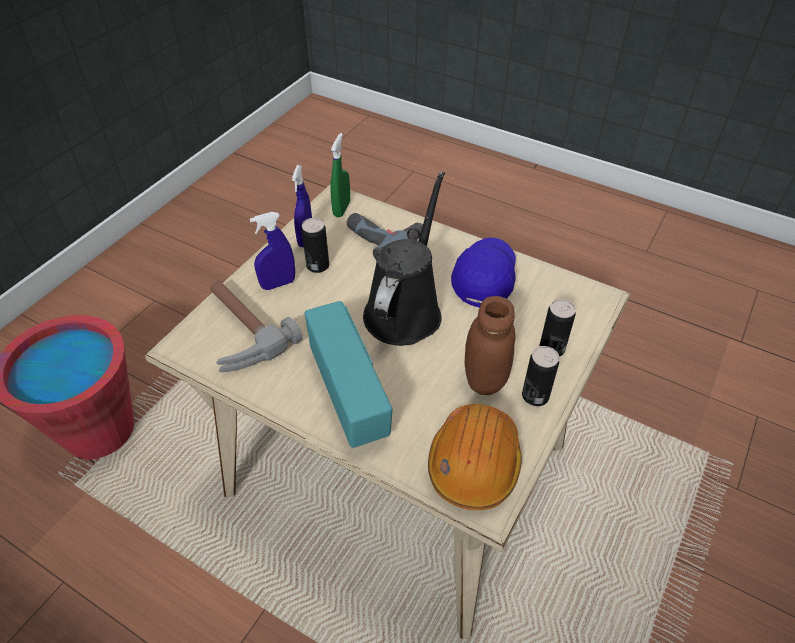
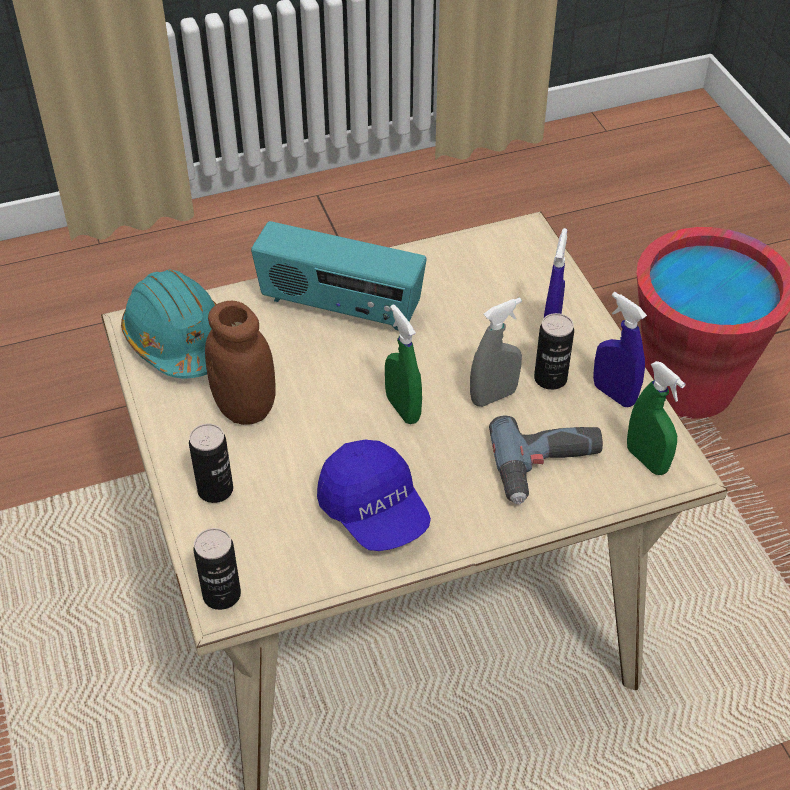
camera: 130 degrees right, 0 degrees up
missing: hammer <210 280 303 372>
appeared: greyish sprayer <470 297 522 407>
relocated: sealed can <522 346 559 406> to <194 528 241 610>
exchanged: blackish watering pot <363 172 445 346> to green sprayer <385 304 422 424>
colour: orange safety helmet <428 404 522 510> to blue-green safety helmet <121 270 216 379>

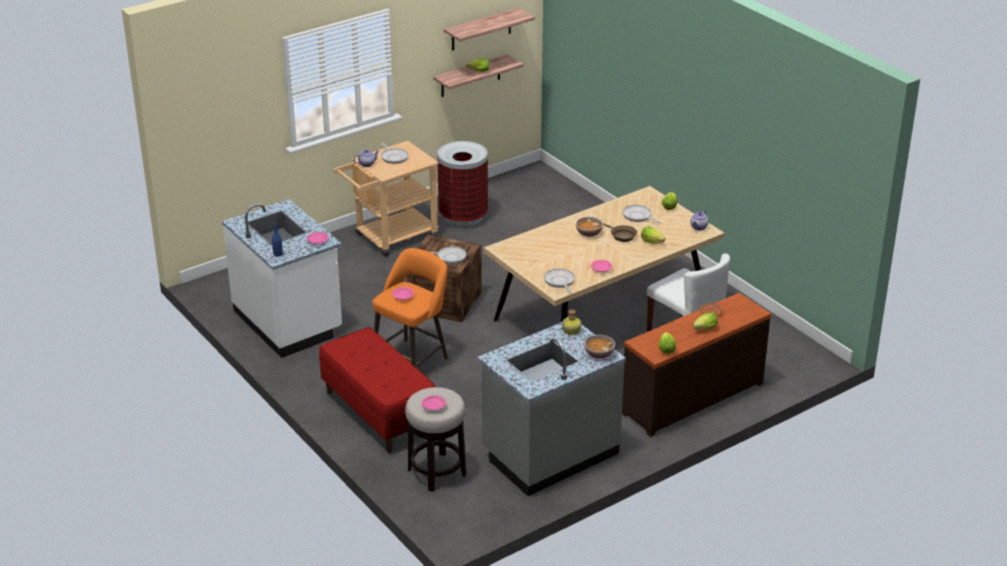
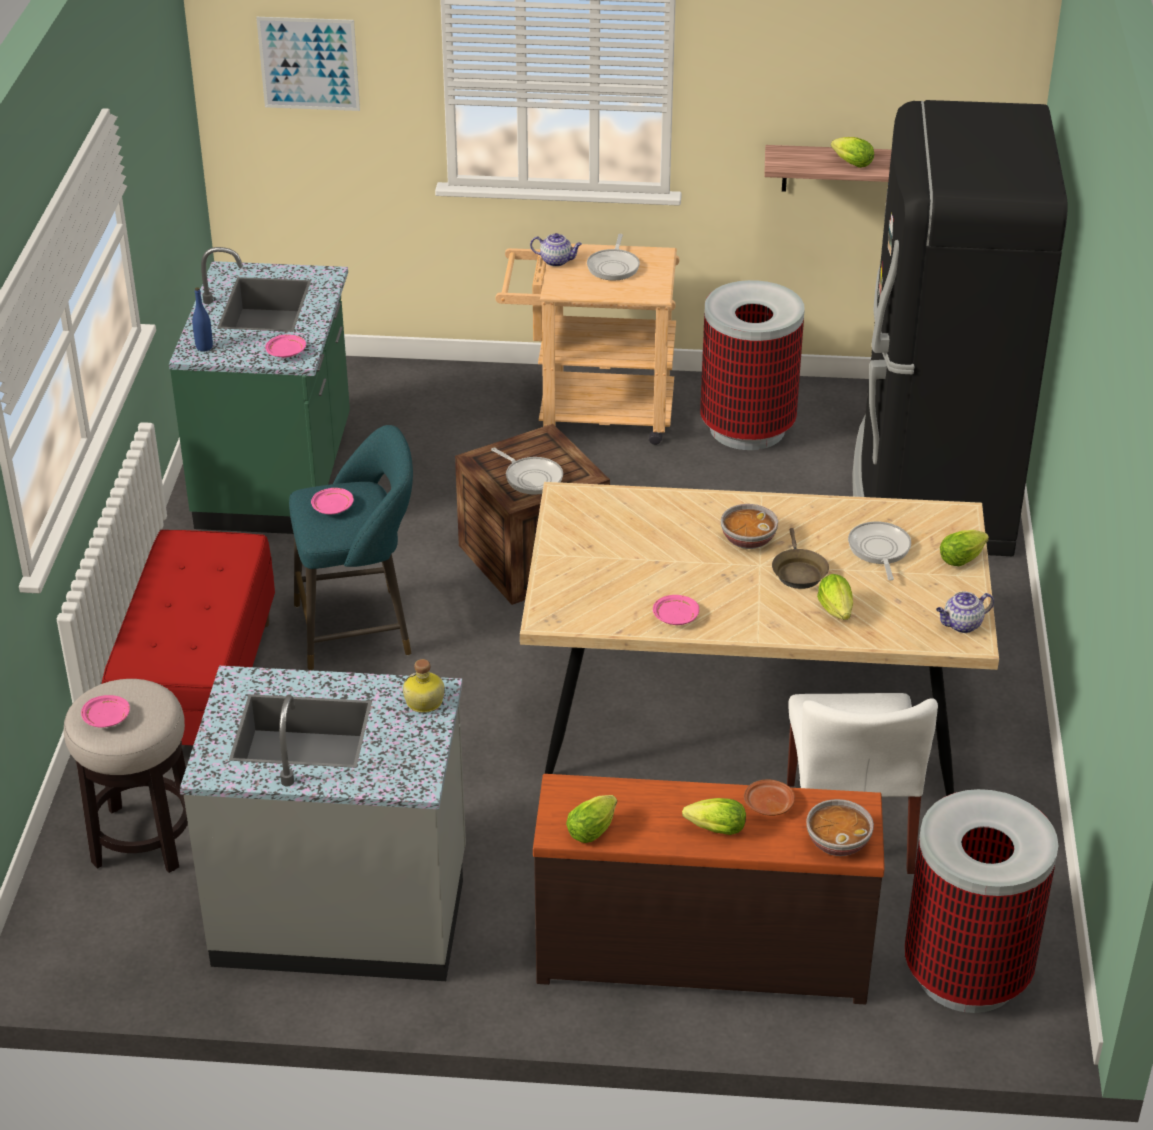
camera: 40 degrees right, 5 degrees up
missing: bracket shelf <444 8 535 51>; skillet <544 269 575 293>
appeared: wall picture <256 17 360 111>; blackish fridge <852 100 1067 556>; trash can <904 789 1058 1013>
relocated: serving bowl <584 335 615 359> to <806 799 874 856>
colour: white-coloured kitchen base unit <222 199 342 358> to green kitchen base unit <169 247 350 534>; orange stool seat <373 248 448 367> to blue-green stool seat <289 425 413 670>

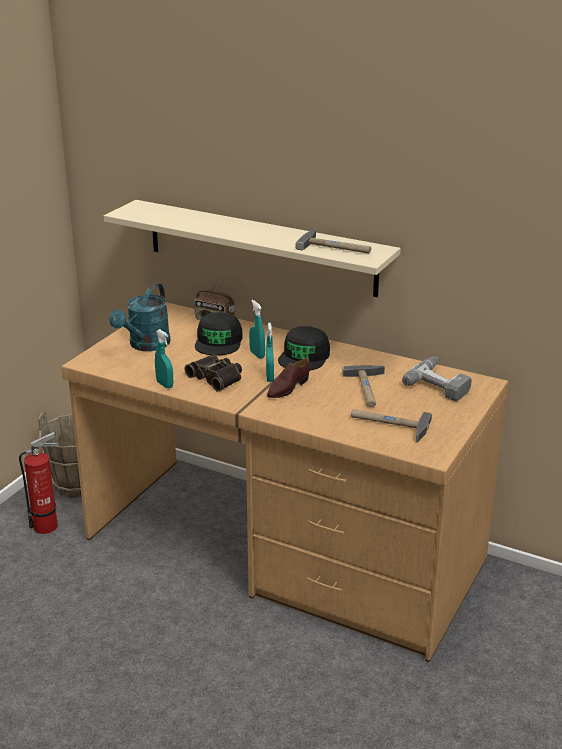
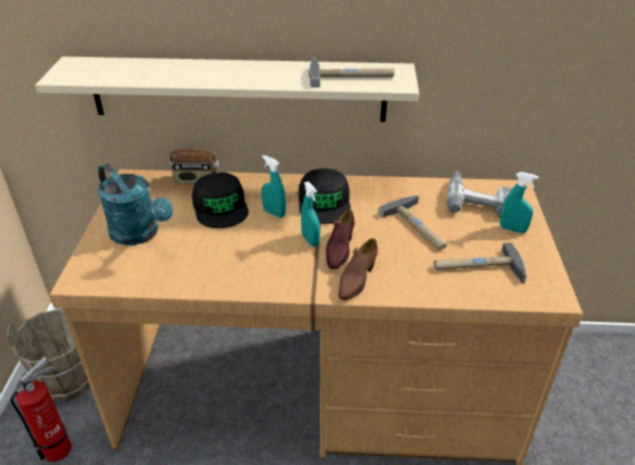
camera: 25 degrees left, 10 degrees up
missing: pair of binoculars <185 354 242 391>
appeared: brown shoe <339 238 378 300>
relocated: blue-green sprayer <155 329 173 389> to <500 172 539 233>
spun: blue-green watering pot <109 283 171 351> = <98 164 173 245> 45 degrees counterclockwise

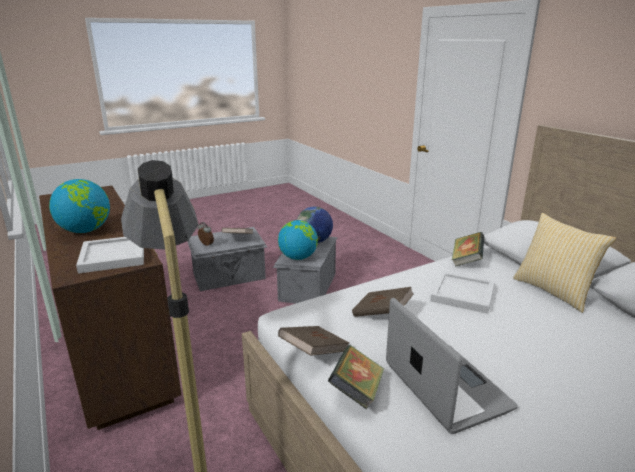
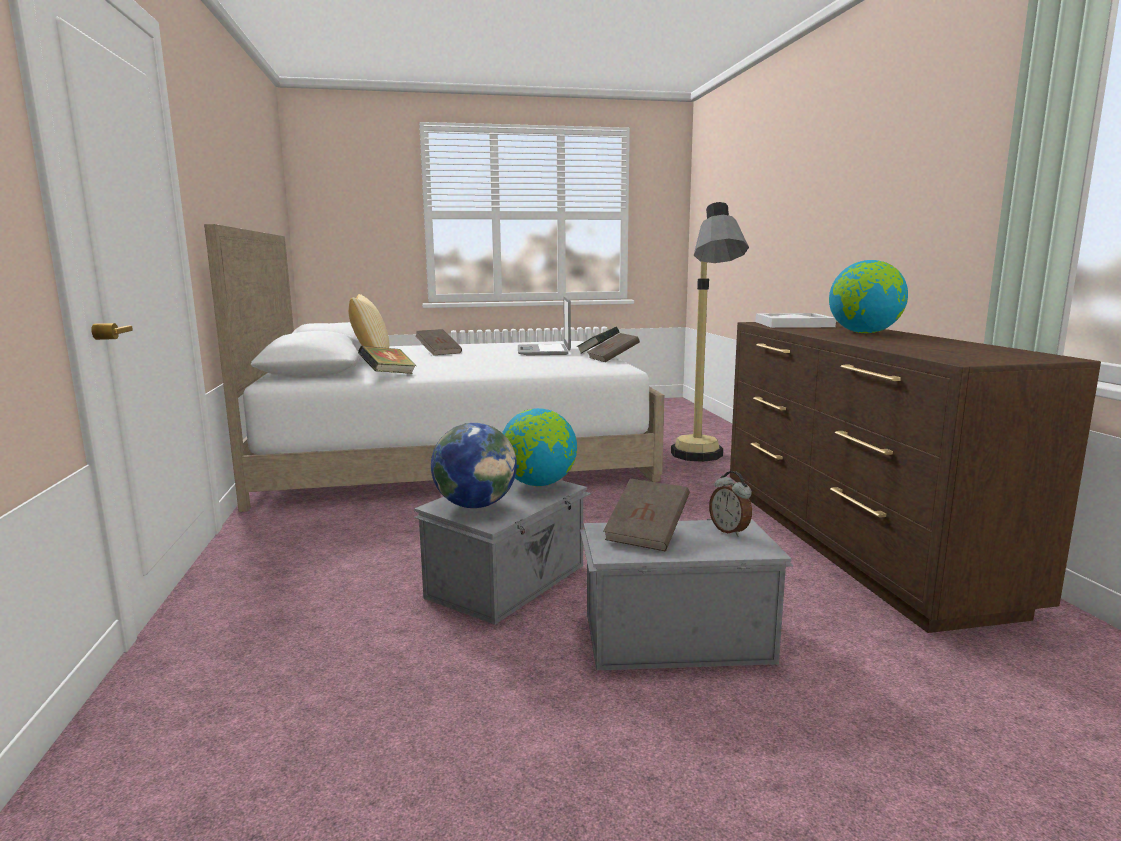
camera: 160 degrees left, 10 degrees down
missing: white-coloured serving tray <430 271 495 314>
relocated: brown bound book <352 287 414 317> to <415 329 462 356>

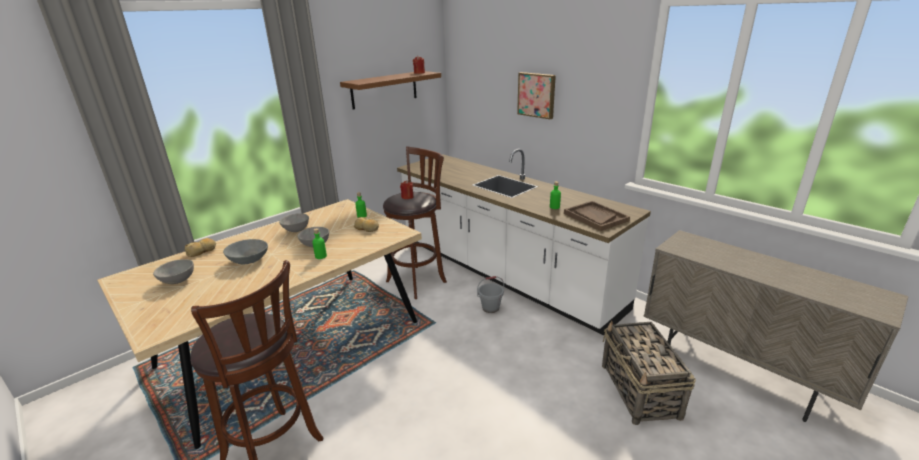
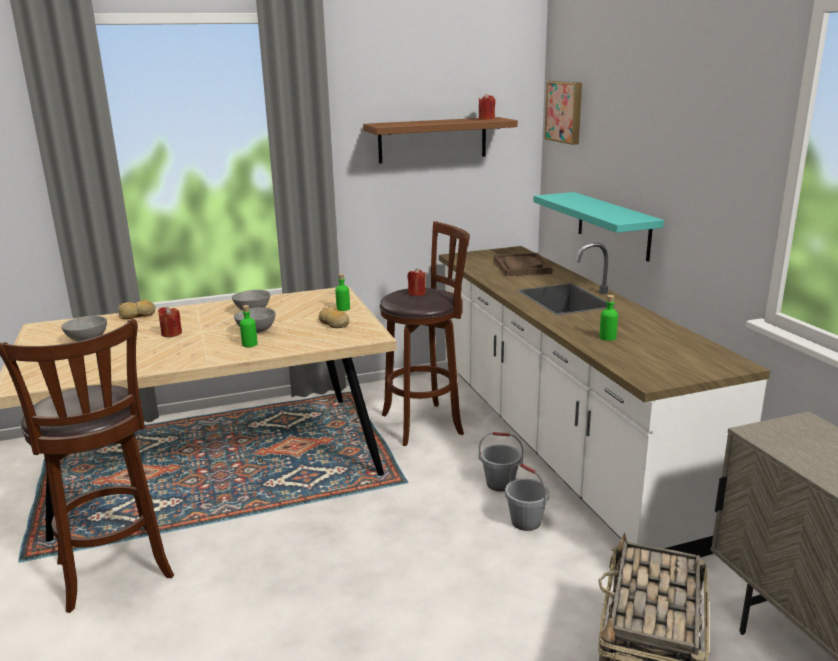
camera: 25 degrees right, 5 degrees down
appeared: greyish pail <505 464 550 531>; blue-green bracket shelf <533 192 664 261>
relocated: wall picture <517 72 556 119> to <544 81 582 145>; brown serving tray <564 201 630 231> to <494 253 553 276>
exchanged: greyish serving bowl <223 239 268 264> to red wax light <158 307 182 337>

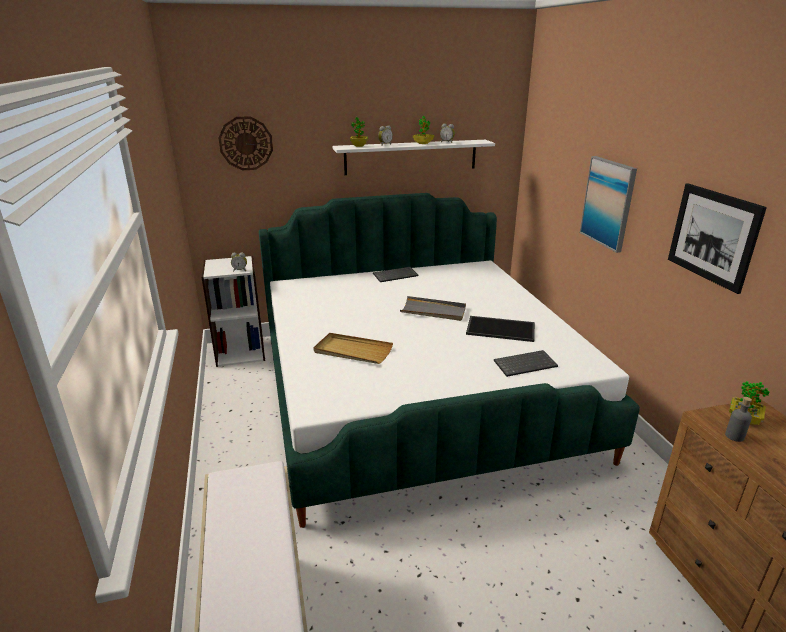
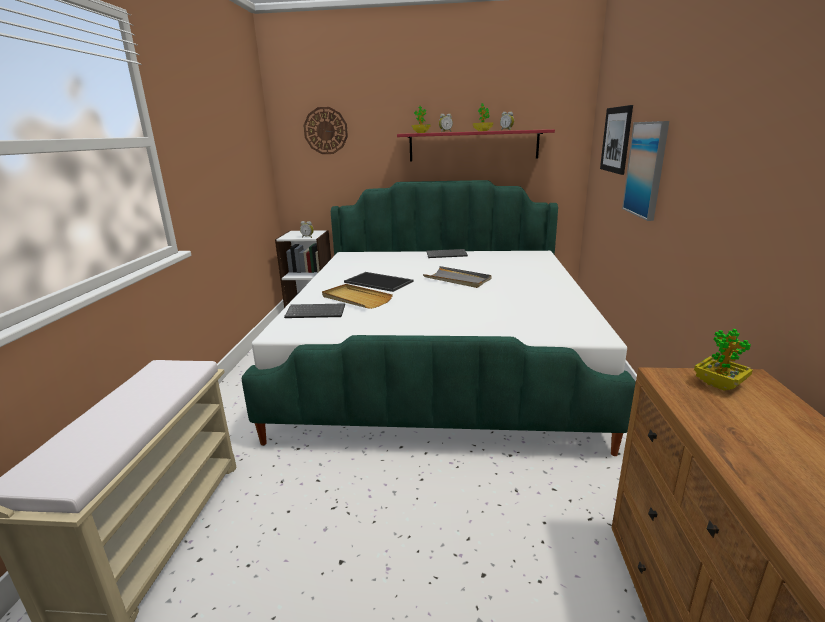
camera: 20 degrees right, 5 degrees down
missing: greyish bottle <725 397 752 442>
relocated: serving tray <466 316 535 342> to <344 272 413 292>; PC keyboard <494 350 558 377> to <284 303 345 318>; wall picture <668 183 767 294> to <600 105 633 175>
colour: white-coloured bracket shelf <333 140 495 175> to red bracket shelf <397 129 555 162>

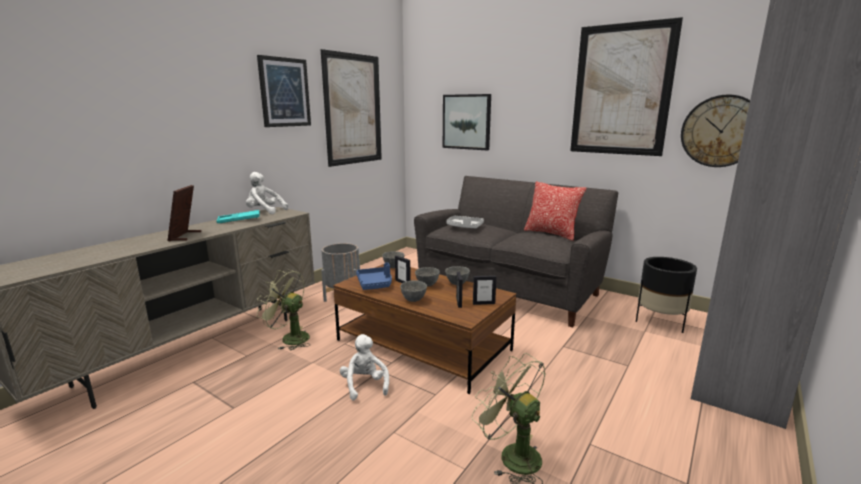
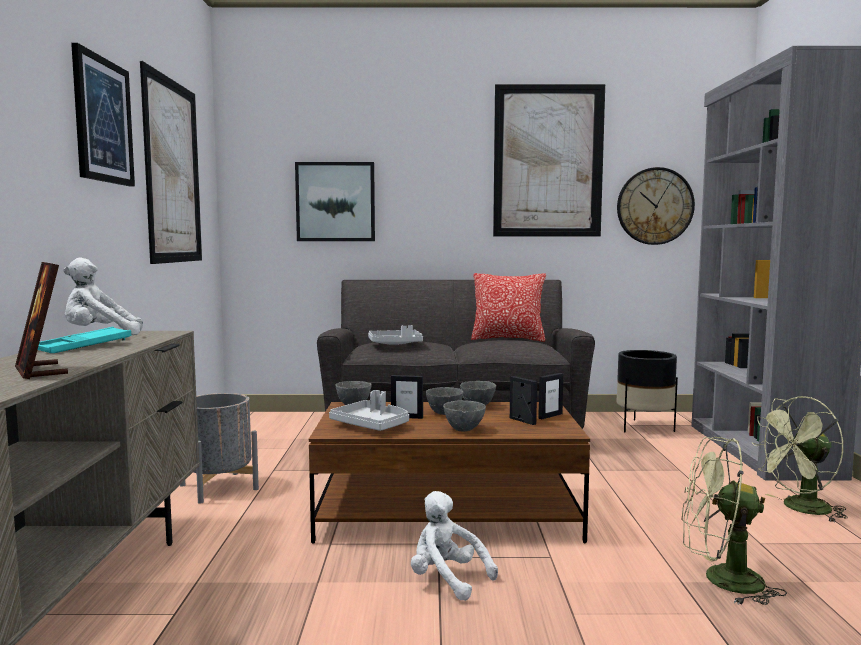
camera: 35 degrees left, 10 degrees down
relocated: green fan <257 270 310 350> to <752 396 848 522>
colour: blue-coloured serving tray <356 262 392 290> to greyish serving tray <329 390 409 431>

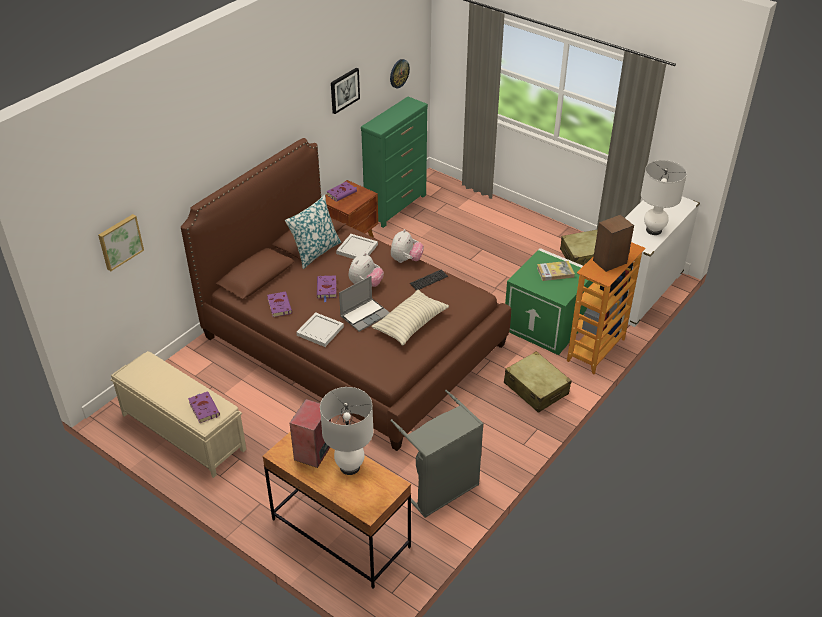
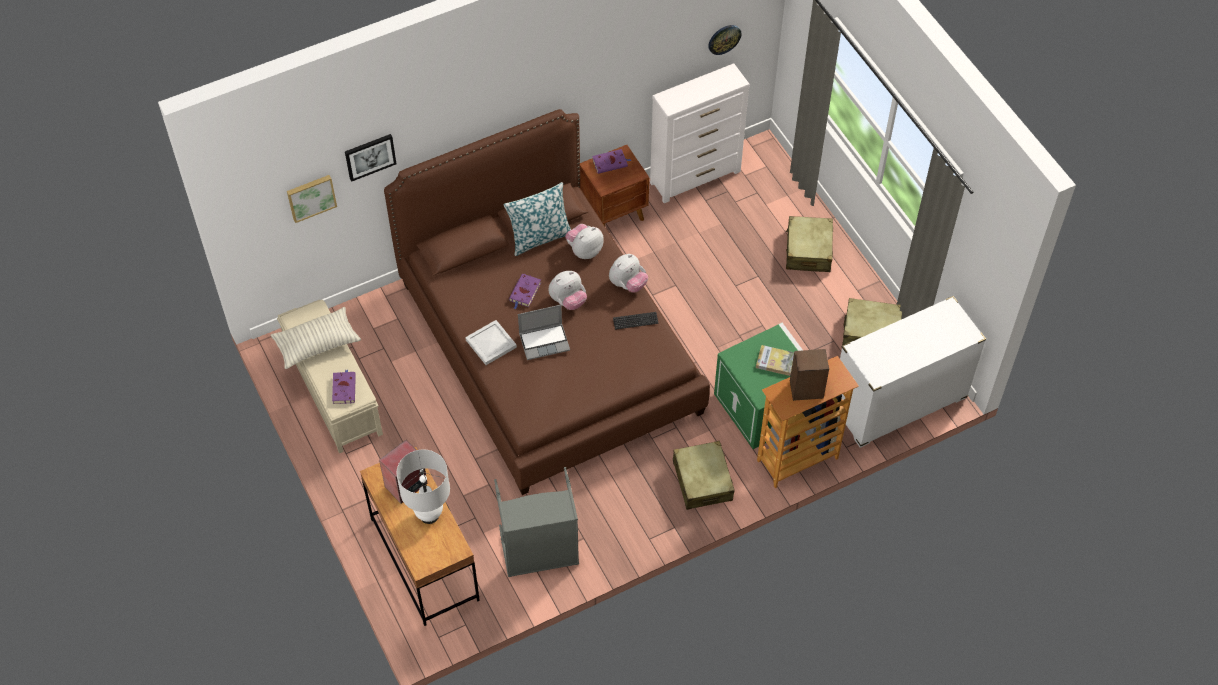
camera: 25 degrees right, 15 degrees up
missing: purple bound book <267 292 292 317>; white-coloured tabletop lamp <641 160 687 235>
appeared: beige travel case <786 216 833 272>
relocated: wall picture <331 67 360 114> to <345 134 396 182>; cushion <372 289 449 346> to <271 307 361 369>
exchanged: white-coloured serving tray <336 234 378 259> to cuddly toy <565 224 604 259>
colour: green dresser <361 97 428 228> to white-coloured dresser <650 63 750 203>

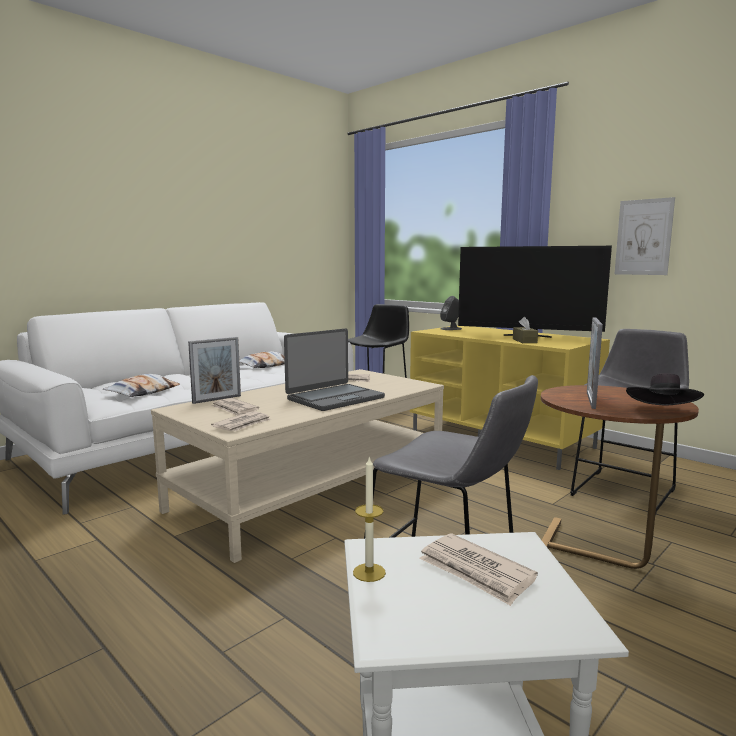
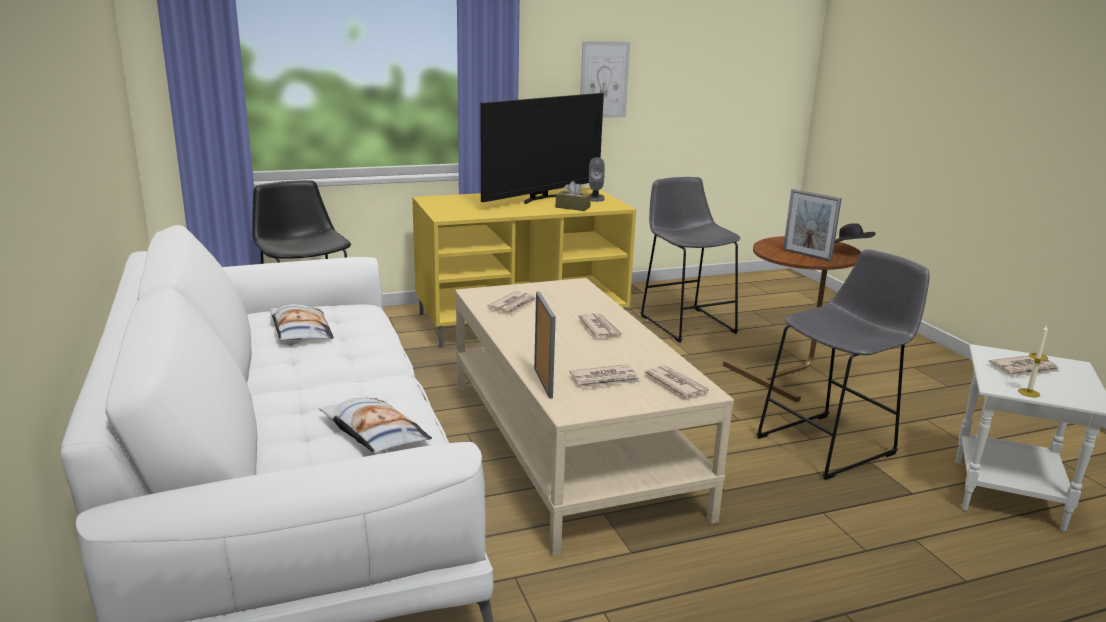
camera: 65 degrees left, 10 degrees up
relocated: greyish speaker <440 296 462 330> to <589 157 605 202>
exchanged: notebook computer <284 328 385 411> to printed paper <578 313 623 337>

